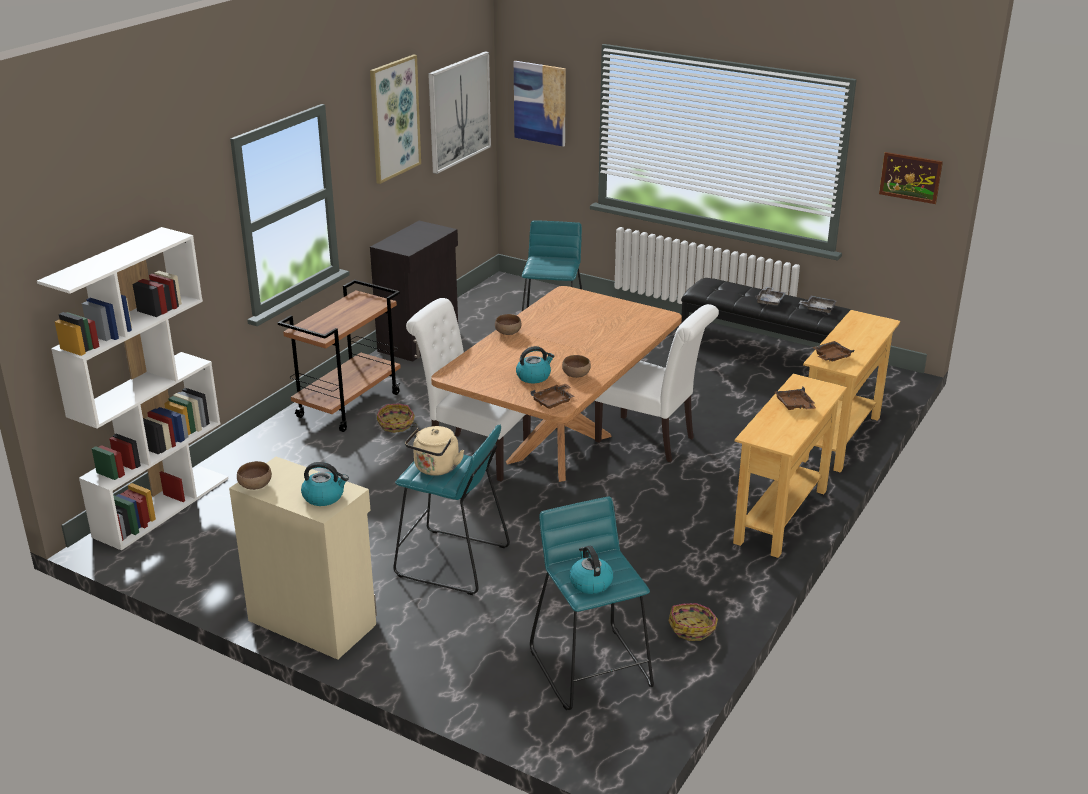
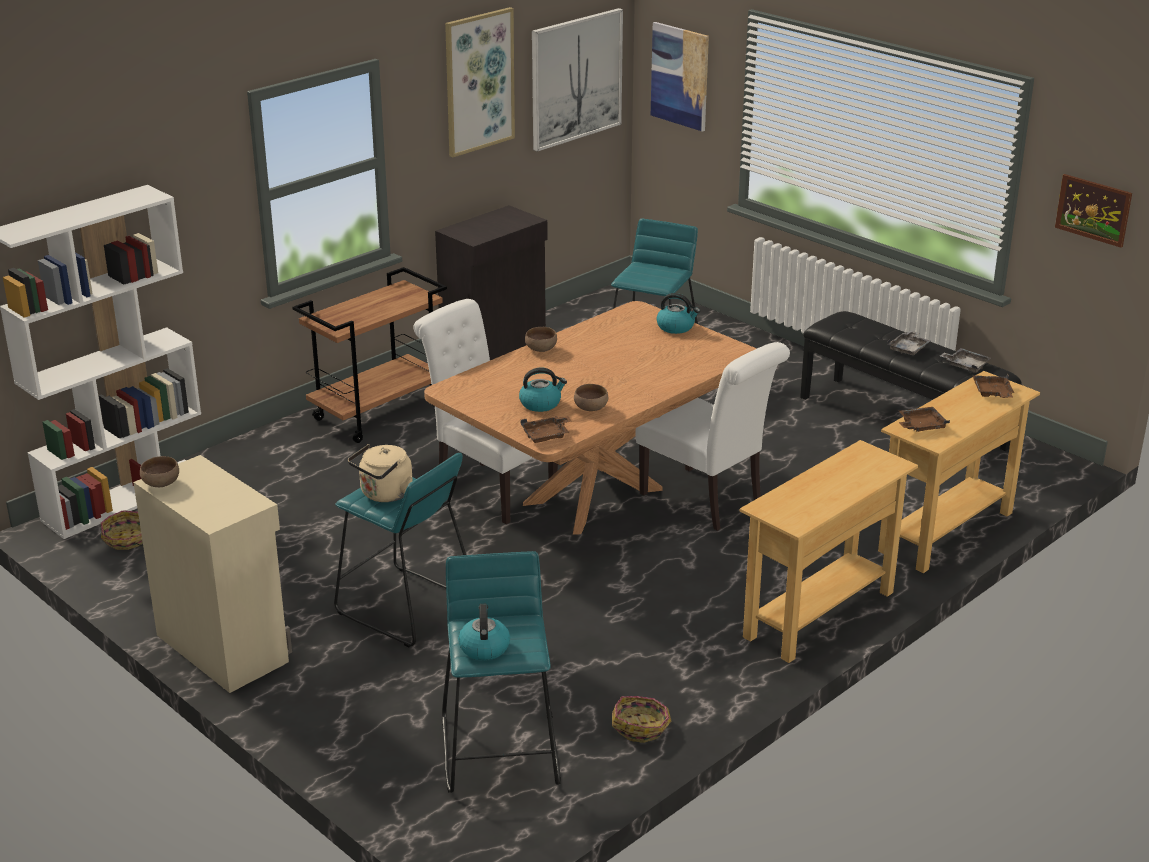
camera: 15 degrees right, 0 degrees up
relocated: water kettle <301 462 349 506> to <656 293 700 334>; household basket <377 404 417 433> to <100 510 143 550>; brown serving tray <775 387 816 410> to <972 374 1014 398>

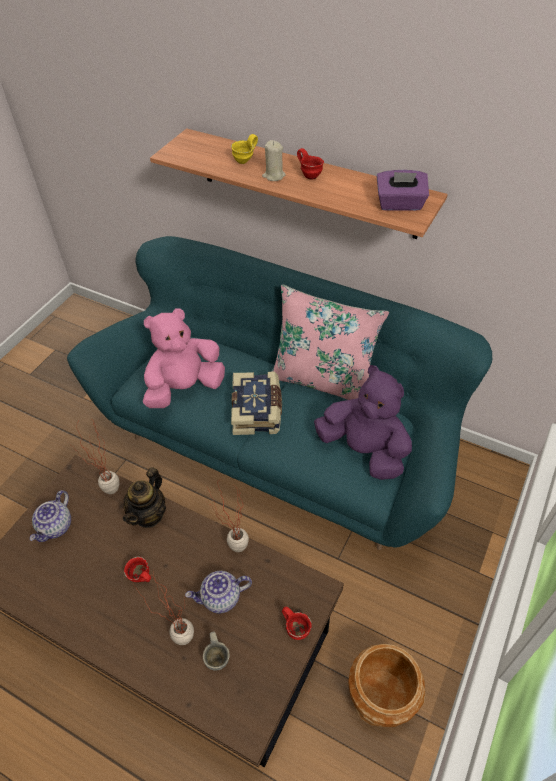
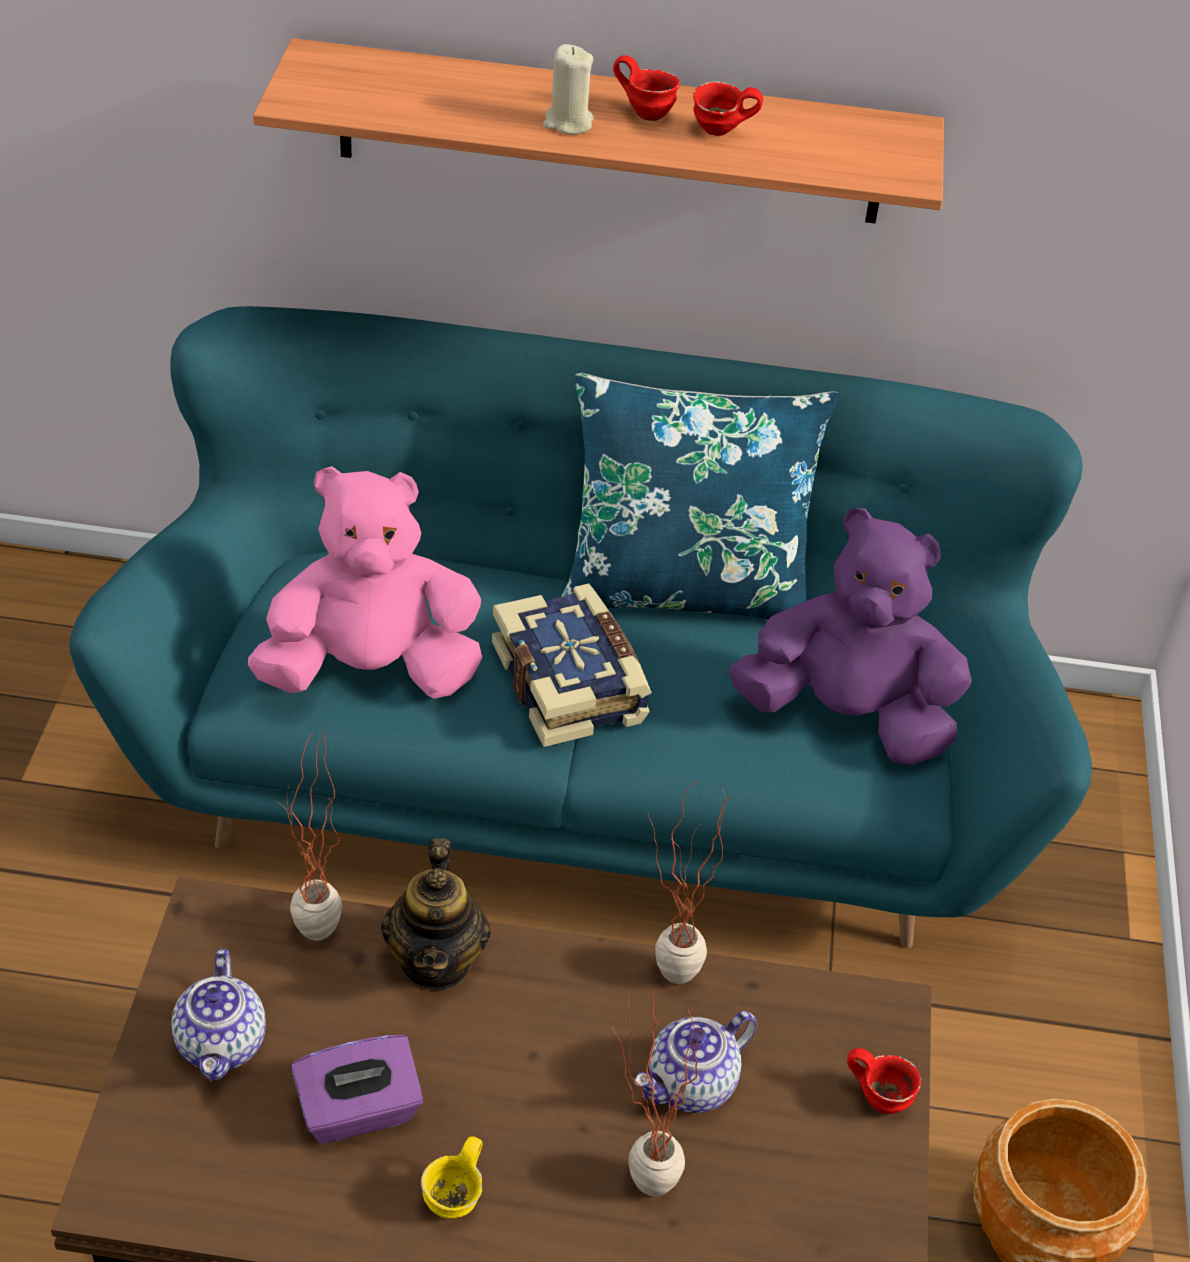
camera: 25 degrees left, 5 degrees down
missing: greyish tea mug <203 631 230 671>
relocated: red tea mug <124 557 151 582> to <693 81 763 136>; yellow tea mug <231 134 258 164> to <421 1136 482 1219>; purple tissue holder <377 170 429 211> to <291 1035 423 1144>
colour: pinkish cushion <272 284 389 400> to blue-coloured cushion <561 373 839 620>
spun: pinkish cuddly toy <143 308 225 408> = <248 466 482 699> 45 degrees clockwise

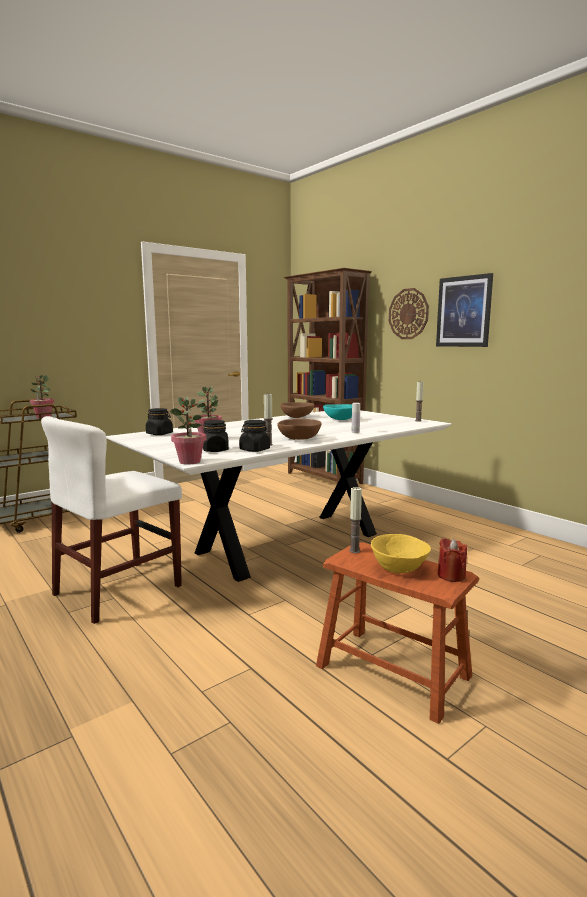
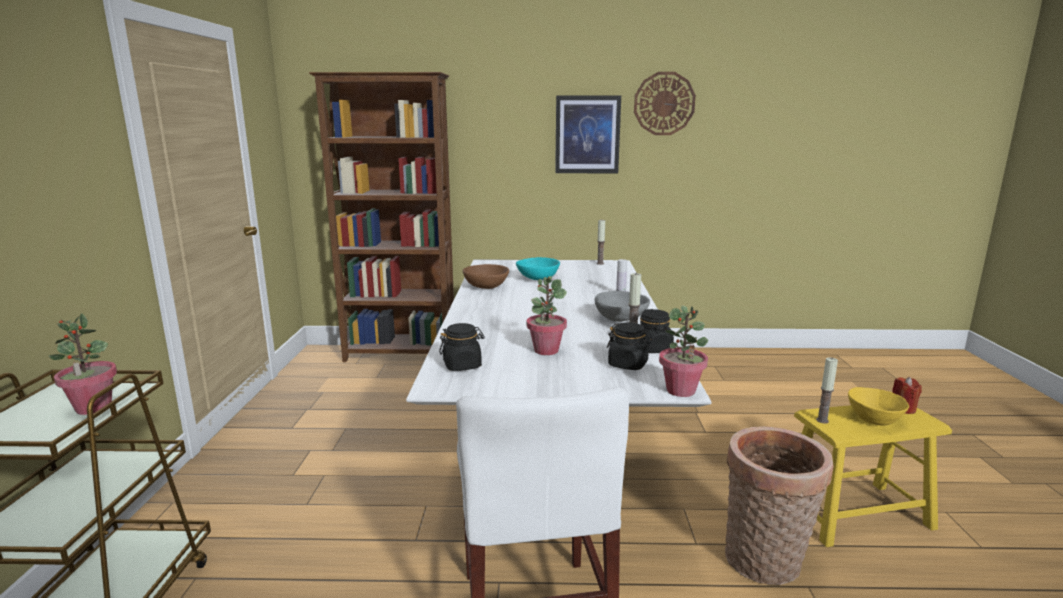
camera: 50 degrees left, 5 degrees up
appeared: household basket <725 426 834 585>
relocated: wall clock <389 288 429 339> to <634 72 696 135>
colour: brown serving bowl <277 419 322 440> to greyish serving bowl <595 291 650 322>; brown stool seat <316 542 479 724> to yellow stool seat <794 405 952 547>

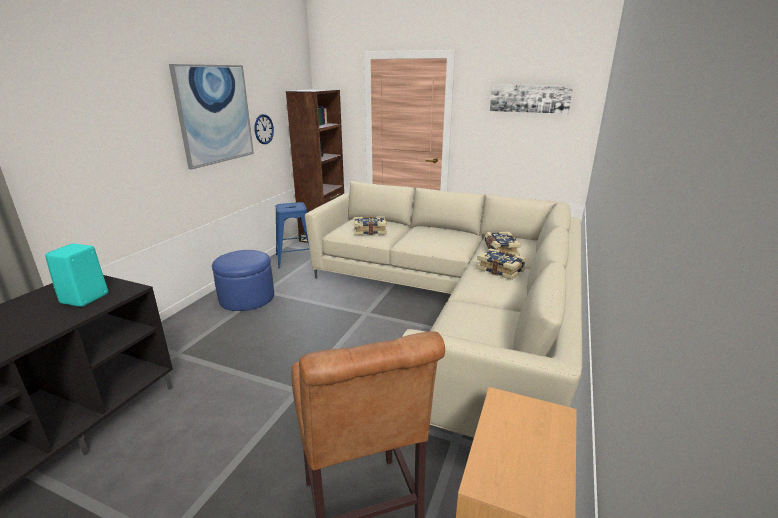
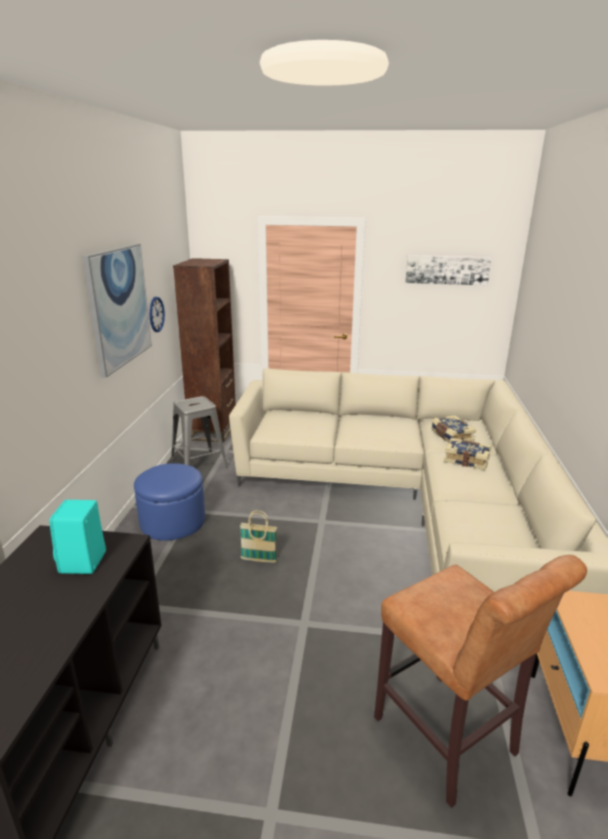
camera: 15 degrees left, 0 degrees up
missing: bound book <354 216 387 235>
appeared: household basket <240 510 277 563>
colour: blue-coloured stool seat <276 202 309 268> to greyish stool seat <171 396 228 468>

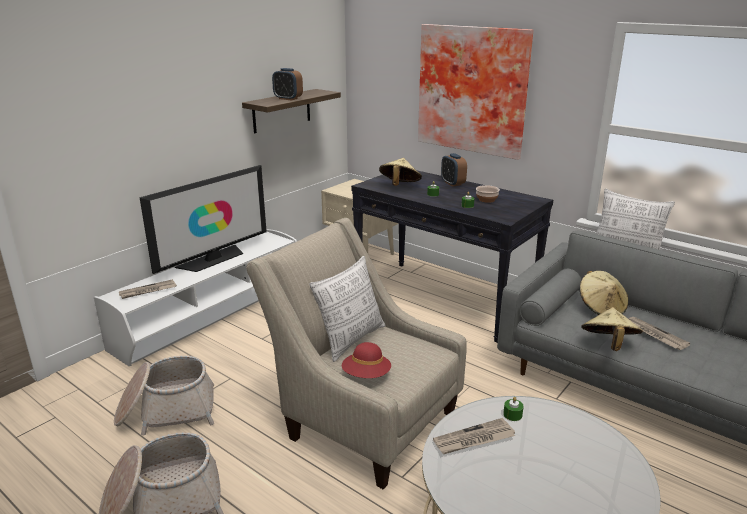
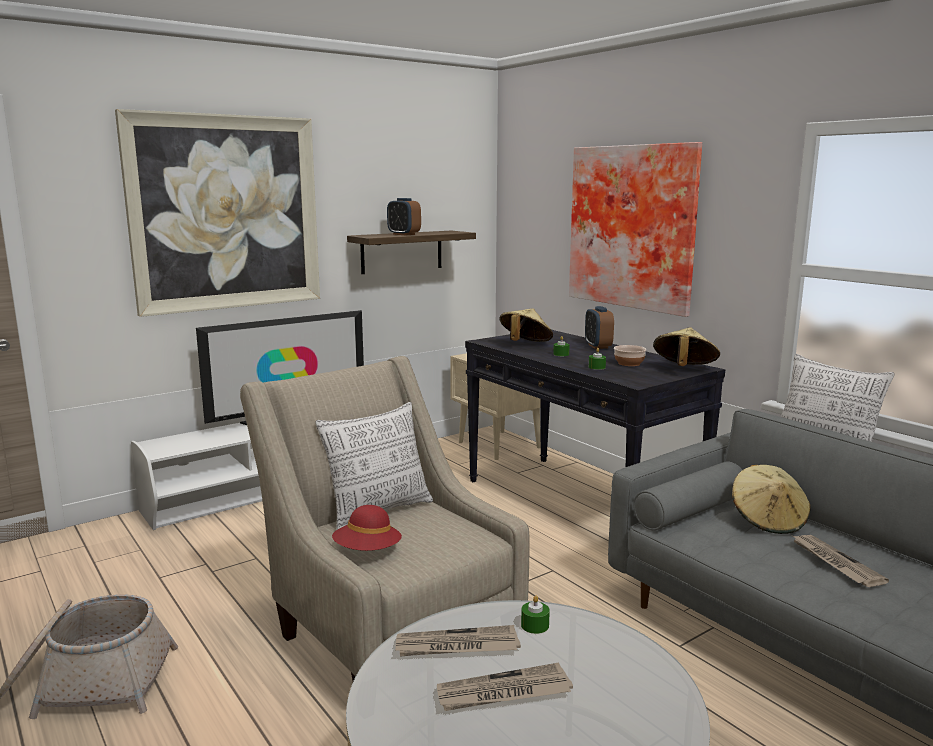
camera: 15 degrees right, 10 degrees down
missing: household basket <114 356 214 435>
appeared: wall picture <115 109 320 317>
relocated: printed paper <119 279 177 299> to <437 663 573 711>; beige hat <581 307 643 351> to <653 327 720 366>

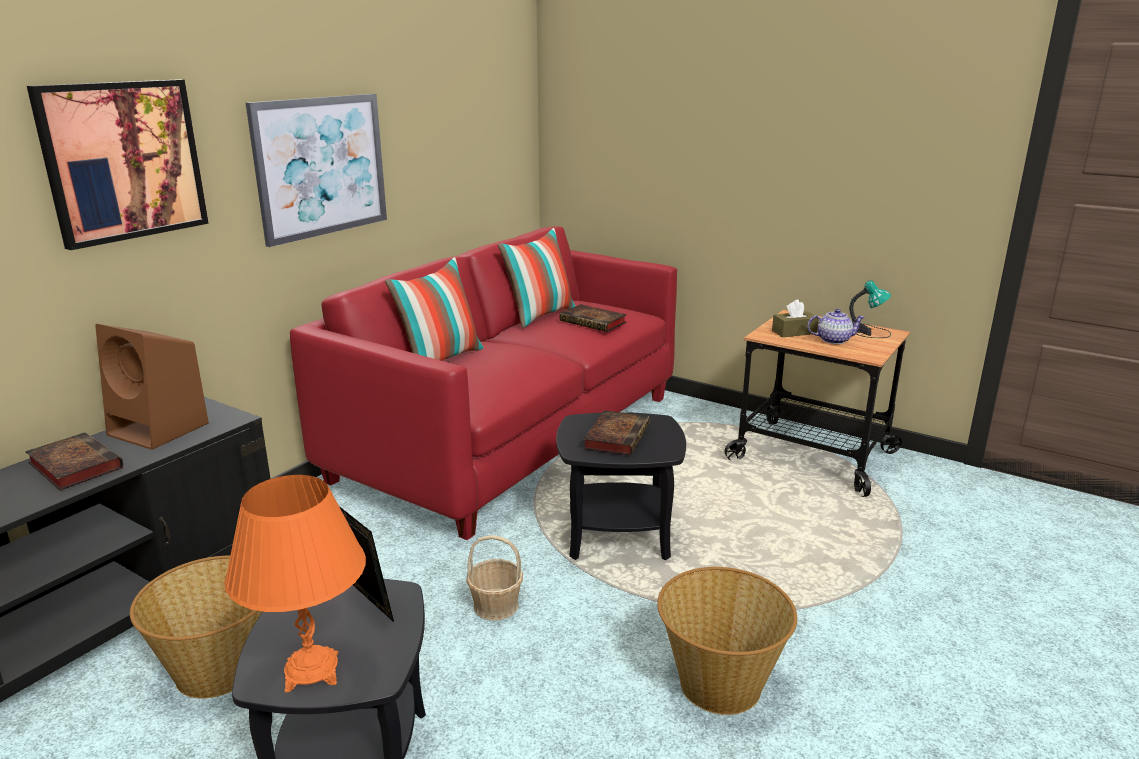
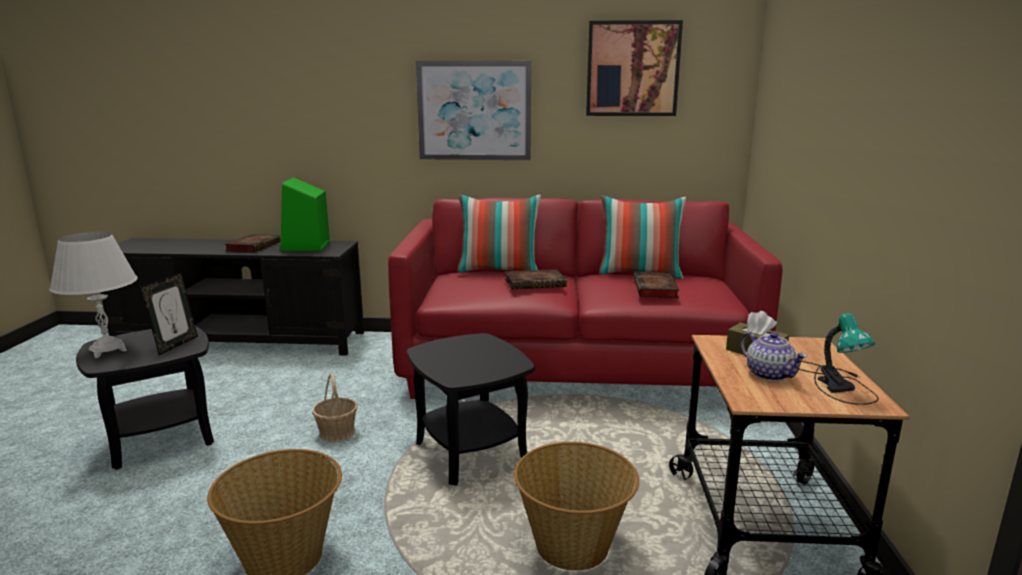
camera: 60 degrees right, 5 degrees down
relocated: wall picture <27 79 209 250> to <586 20 683 116>; household basket <130 556 263 699> to <514 442 639 571>; bound book <583 410 650 456> to <504 269 567 289>
colour: brown speaker <95 324 209 450> to green speaker <280 177 330 251>; orange tabletop lamp <224 475 366 692> to white-coloured tabletop lamp <49 232 138 358>

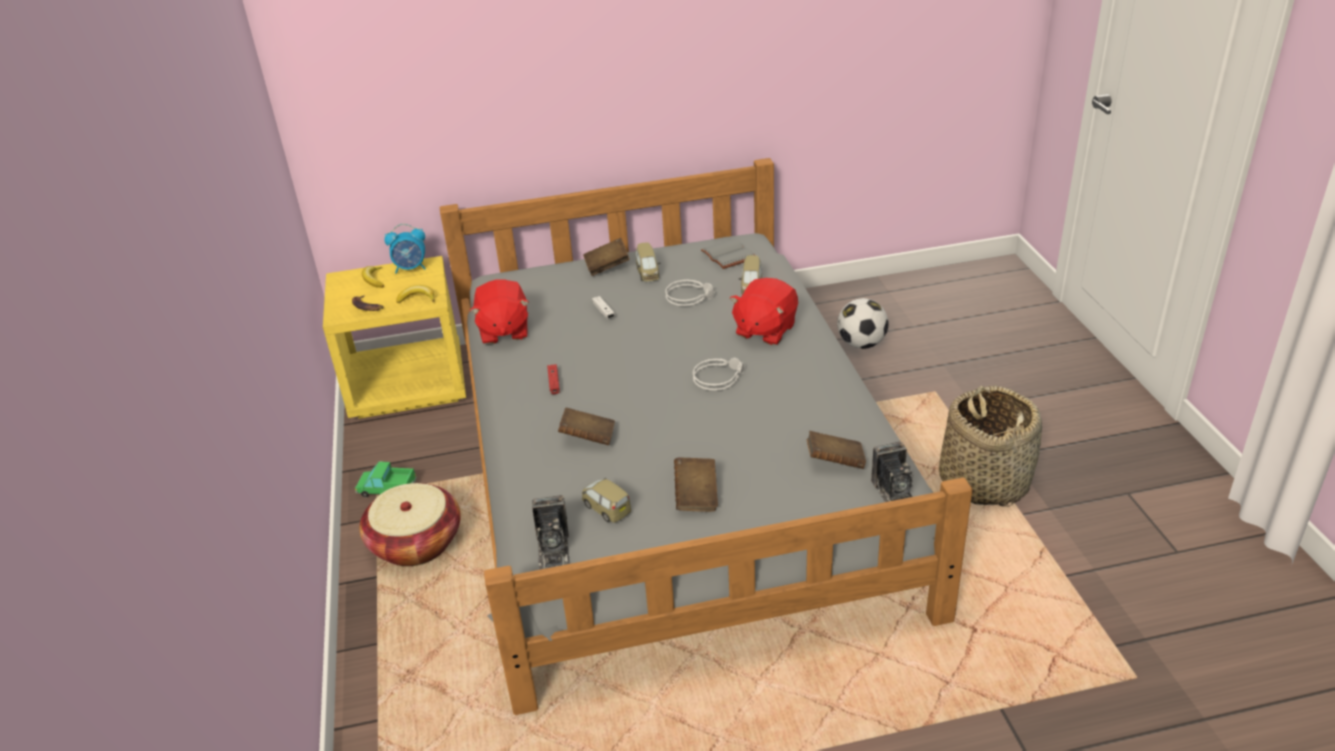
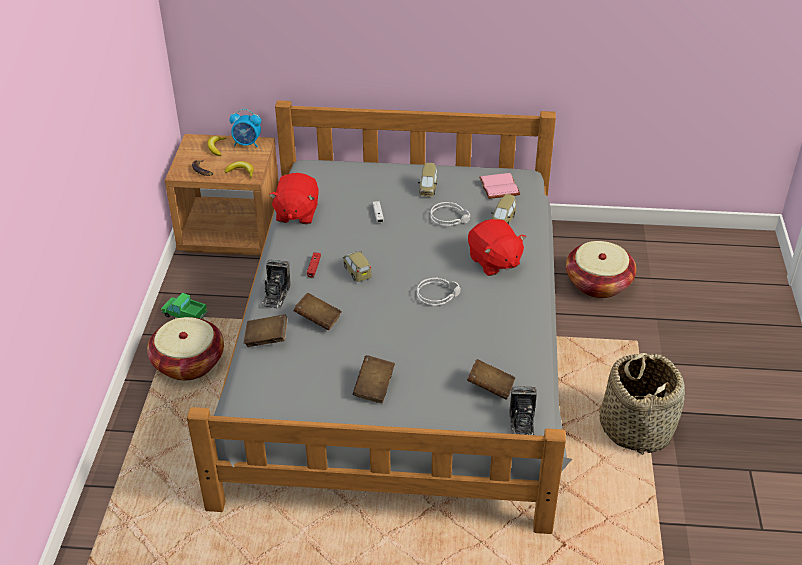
camera: 15 degrees right, 5 degrees up
relocated: photo camera <532 495 570 570> to <261 260 291 309>; miniature car <582 477 631 523> to <343 251 372 282>; brown bound book <583 238 630 276> to <244 314 287 347>
exchanged: football ball <837 298 889 349> to household basket <566 241 636 298>
colour: yellow nightstand <323 256 466 419> to brown nightstand <165 134 279 256>; greyish bound book <701 238 755 269> to pinkish bound book <479 173 520 199>
spun: red cuddly toy <730 278 798 345> = <468 219 526 276> 75 degrees counterclockwise

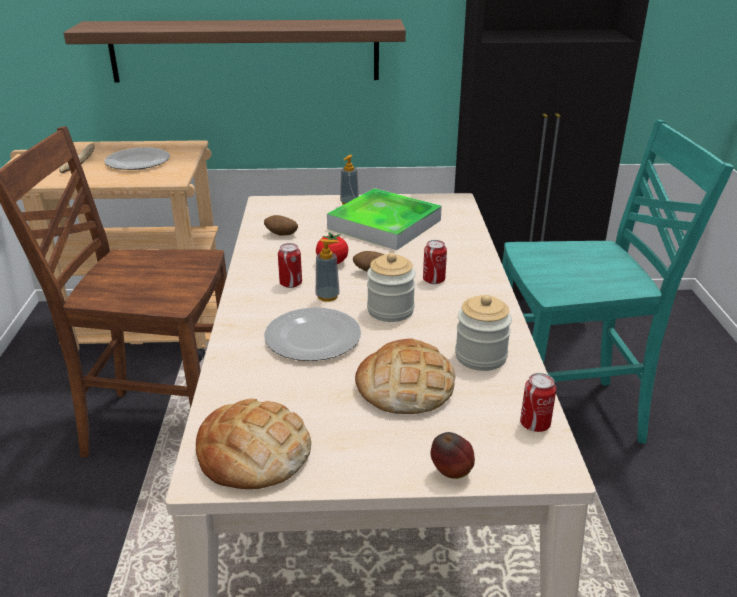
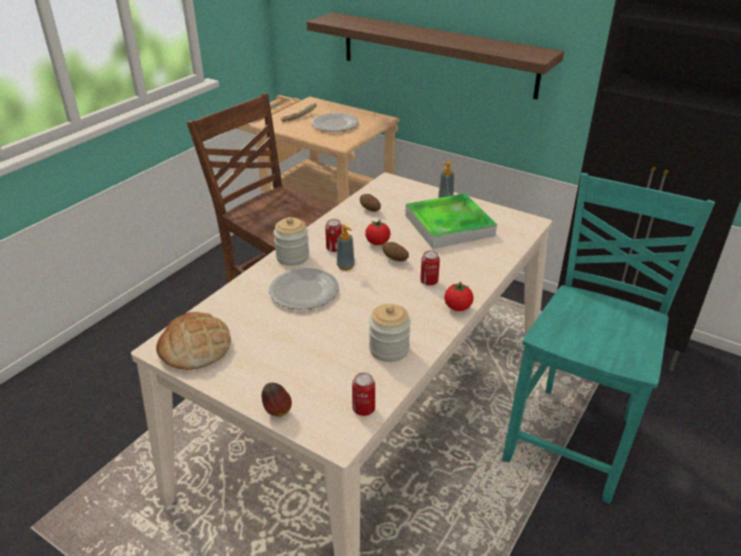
camera: 35 degrees right, 5 degrees up
missing: bakery bread <355 338 455 414>
appeared: whole tomato <444 281 474 311>
relocated: jar <367 253 416 322> to <273 217 309 266>
spun: blue-green upright chair <502 120 734 444> = <502 173 715 504> 90 degrees counterclockwise

